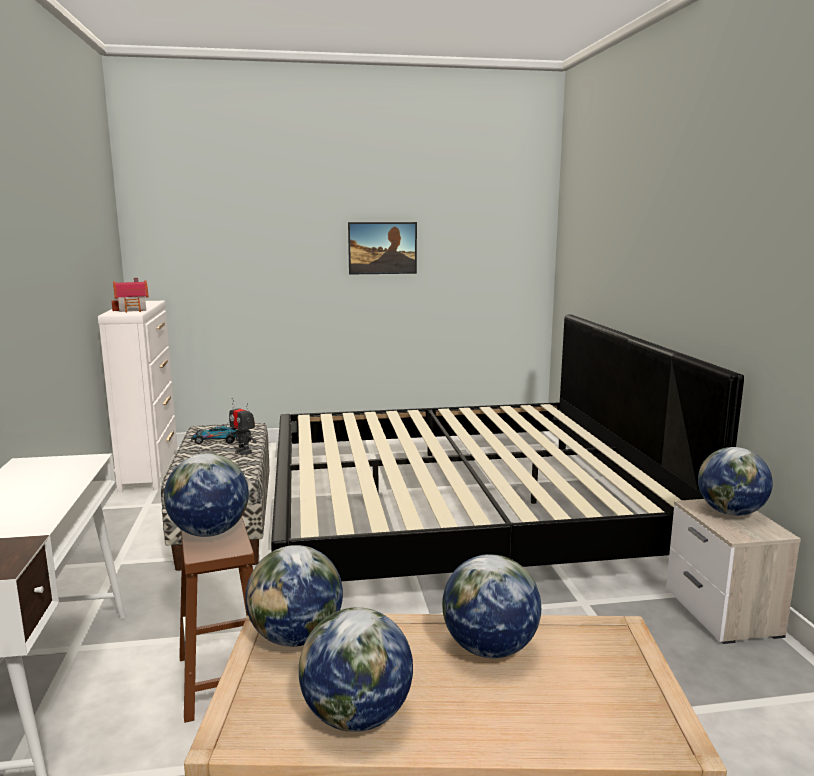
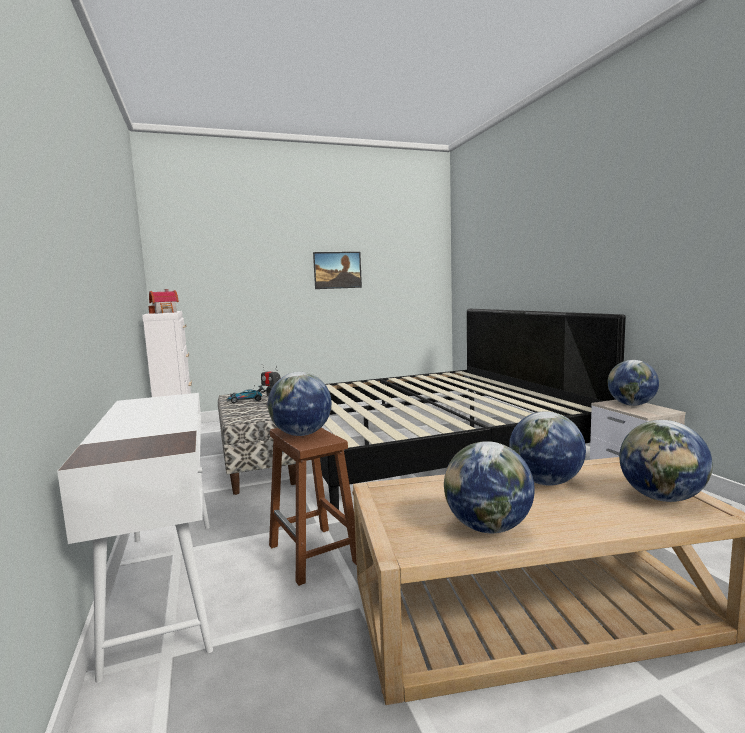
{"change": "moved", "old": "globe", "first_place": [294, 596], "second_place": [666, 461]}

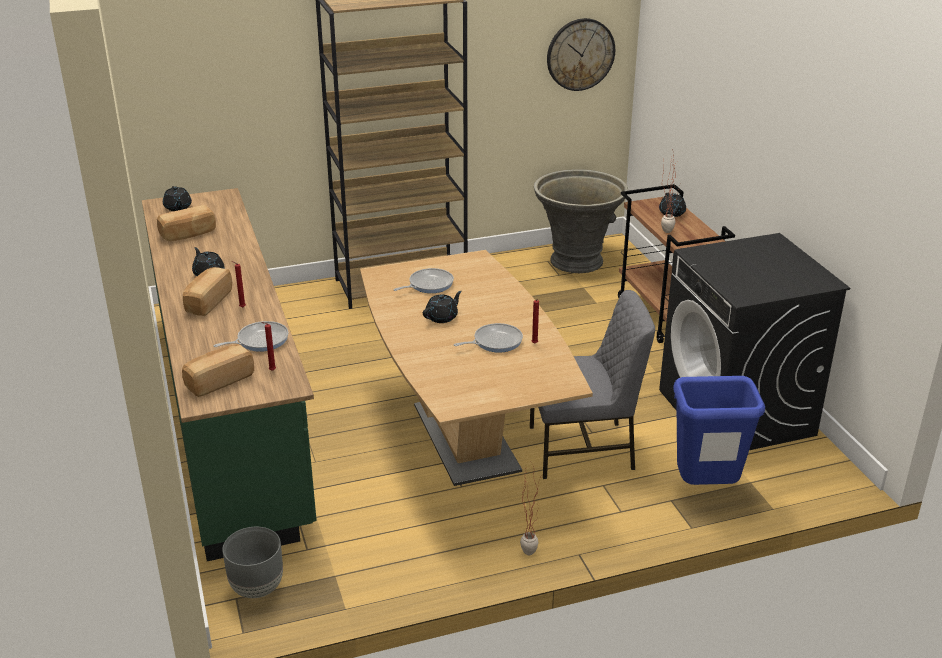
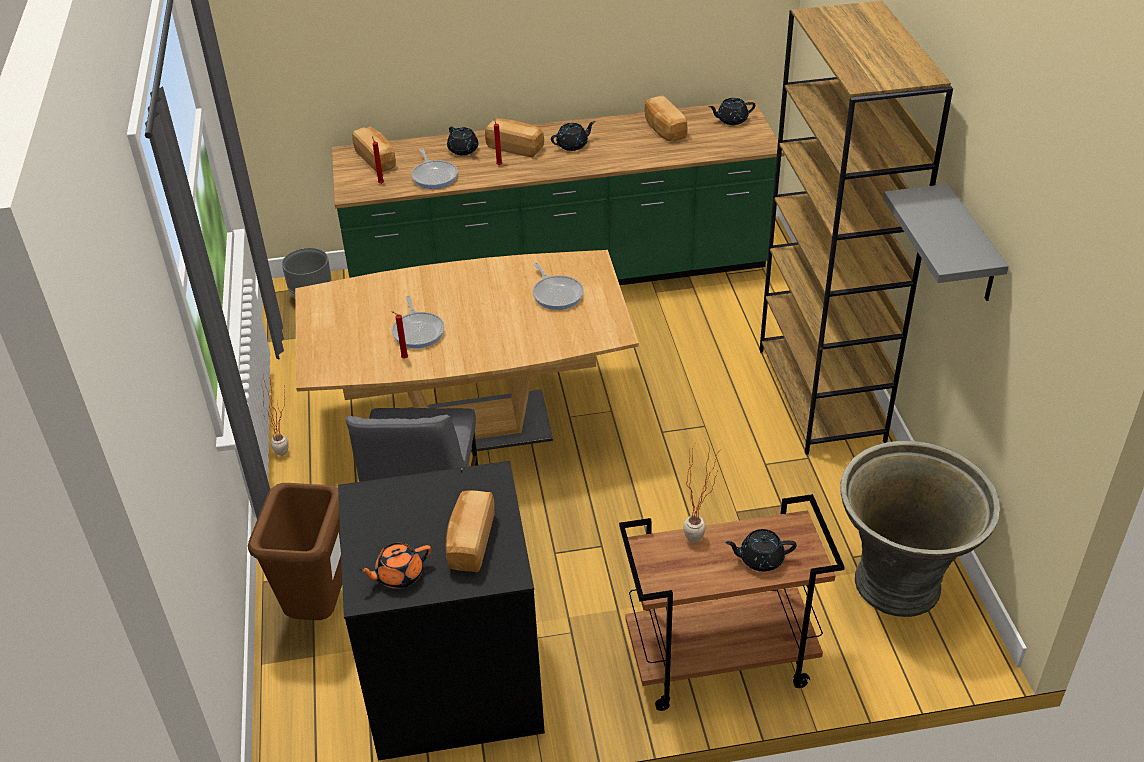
{"change": "removed", "old": "wall clock", "first_place": [581, 54]}
{"change": "added", "new": "orange teapot", "second_place": [394, 566]}
{"change": "added", "new": "bread", "second_place": [470, 531]}
{"change": "added", "new": "grey shelf", "second_place": [946, 242]}
{"change": "moved", "old": "black teapot", "first_place": [442, 307], "second_place": [462, 141]}
{"change": "recoloured", "old": "blue trash can", "new": "brown trash can", "first_place": [719, 430], "second_place": [295, 551]}

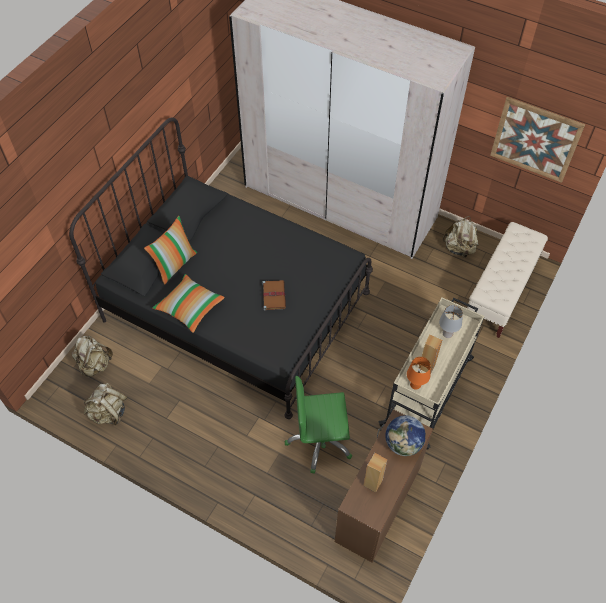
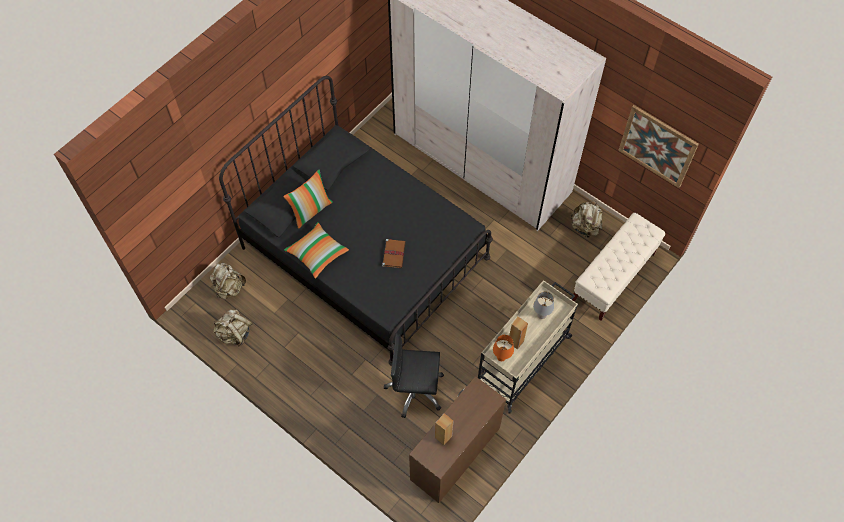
{"change": "removed", "old": "globe", "first_place": [405, 435]}
{"change": "recoloured", "old": "green office chair", "new": "black office chair", "first_place": [318, 425], "second_place": [414, 375]}

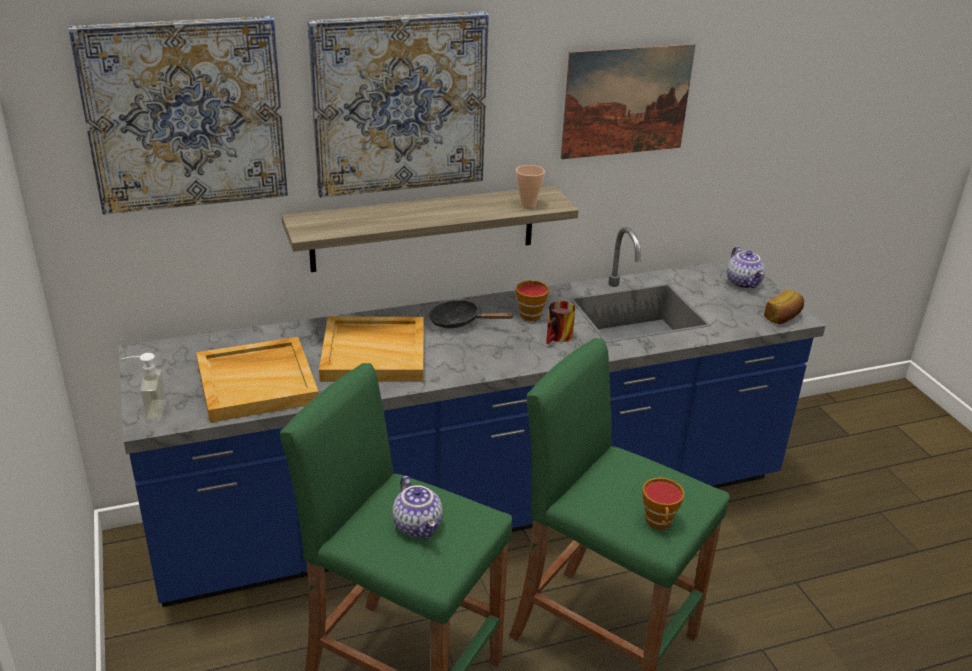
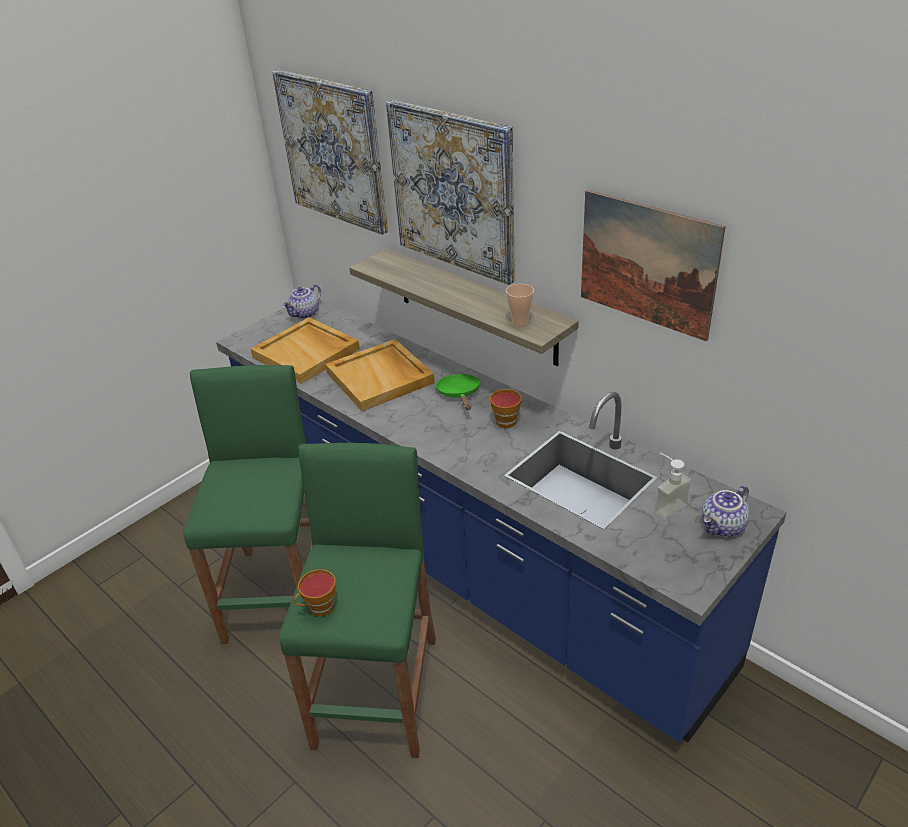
{"change": "removed", "old": "mug", "first_place": [560, 322]}
{"change": "removed", "old": "bread", "first_place": [784, 307]}
{"change": "moved", "old": "soap dispenser", "first_place": [144, 387], "second_place": [673, 486]}
{"change": "moved", "old": "teapot", "first_place": [417, 507], "second_place": [301, 301]}
{"change": "recoloured", "old": "black frying pan", "new": "green frying pan", "first_place": [471, 314], "second_place": [457, 392]}

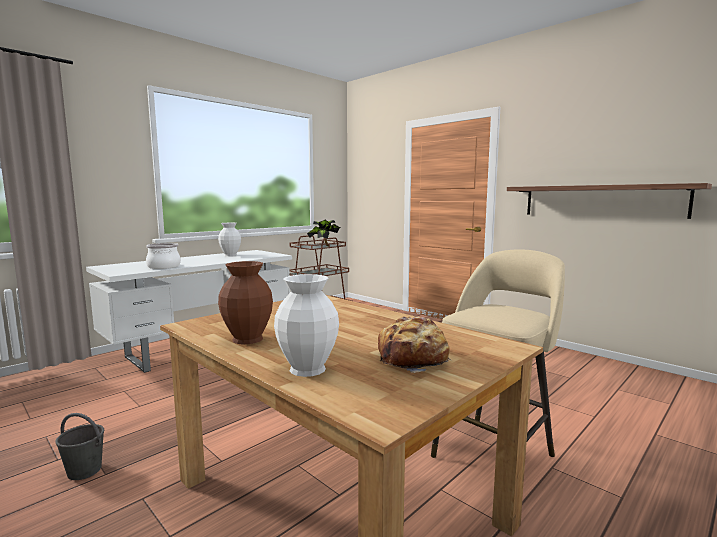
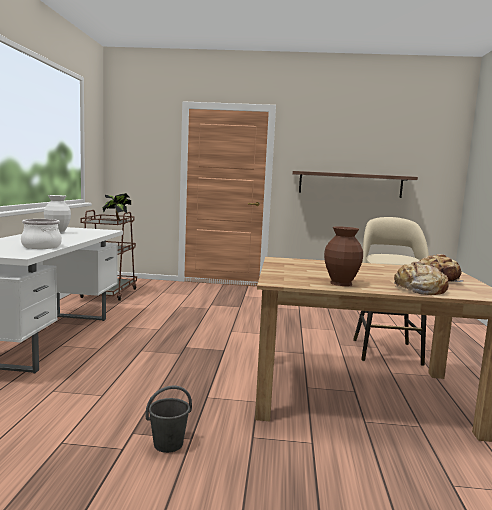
{"change": "replaced", "old": "white vase", "new": "bread", "first_place": [306, 325], "second_place": [421, 278]}

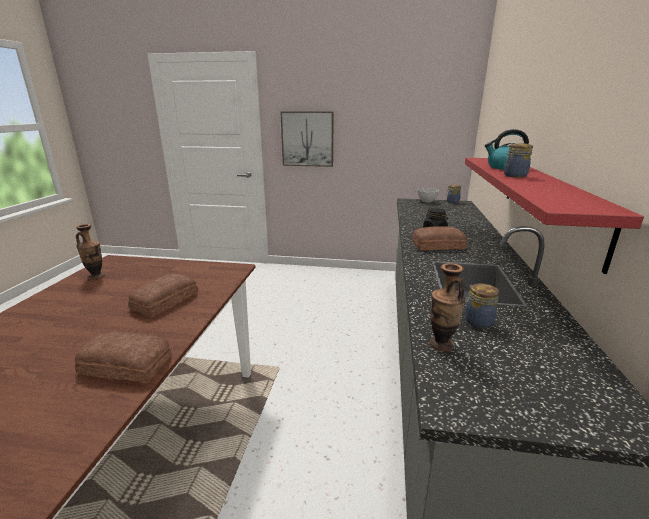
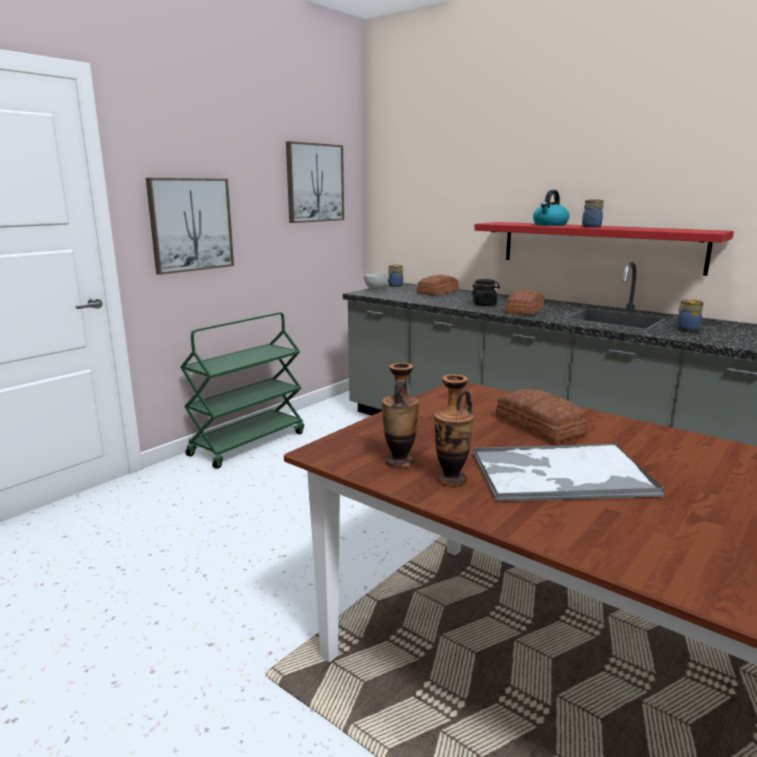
{"change": "added", "new": "green cart", "second_place": [242, 390]}
{"change": "added", "new": "picture", "second_place": [315, 182]}
{"change": "added", "new": "tray", "second_place": [568, 473]}
{"change": "moved", "old": "bread", "first_place": [123, 357], "second_place": [438, 285]}
{"change": "moved", "old": "vase", "first_place": [447, 307], "second_place": [454, 430]}

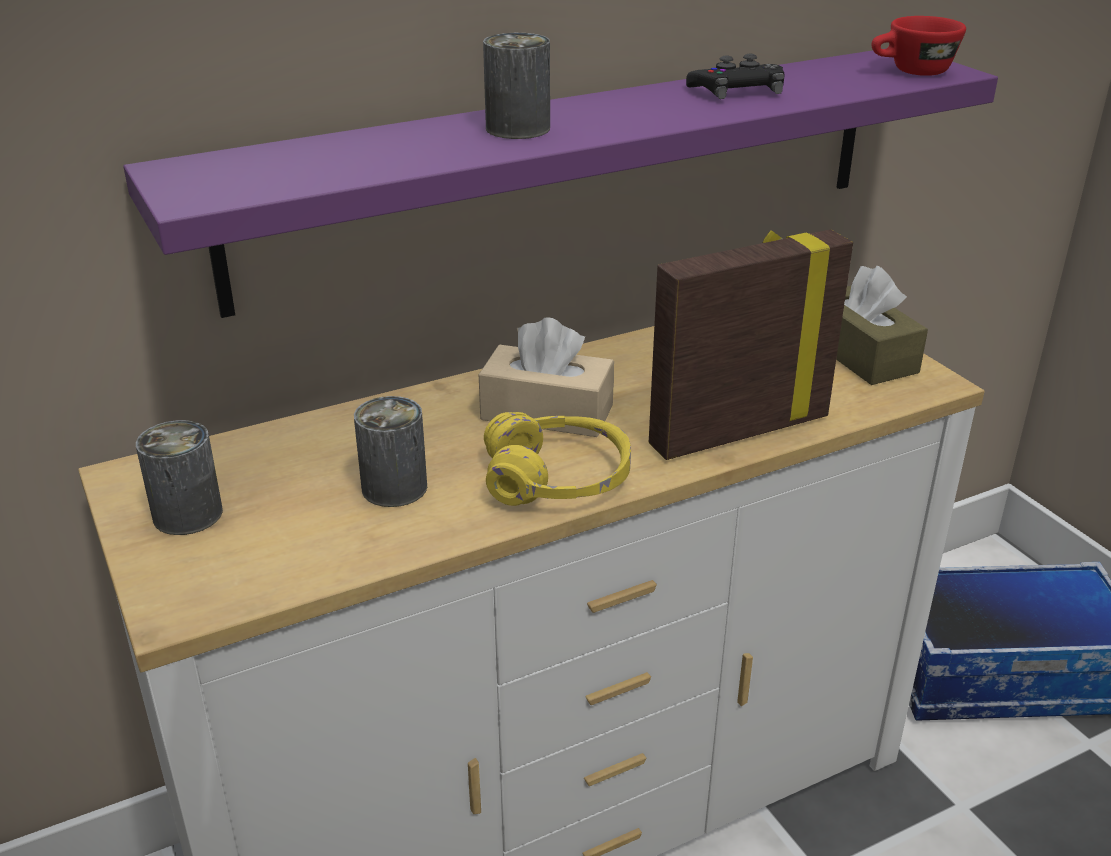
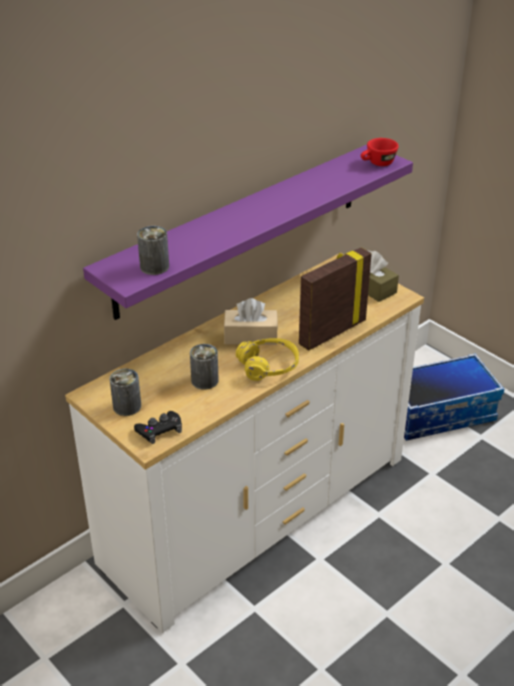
{"change": "moved", "old": "can", "first_place": [516, 86], "second_place": [153, 250]}
{"change": "moved", "old": "black game controller", "first_place": [735, 76], "second_place": [158, 427]}

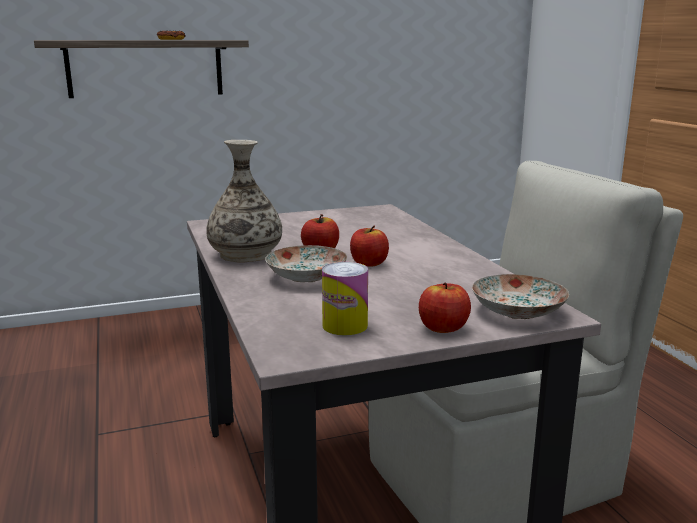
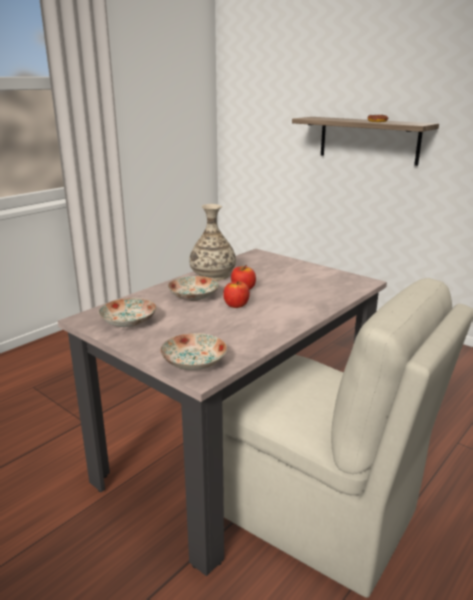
{"change": "removed", "old": "apple", "first_place": [445, 308]}
{"change": "replaced", "old": "can", "new": "plate", "first_place": [345, 298], "second_place": [128, 312]}

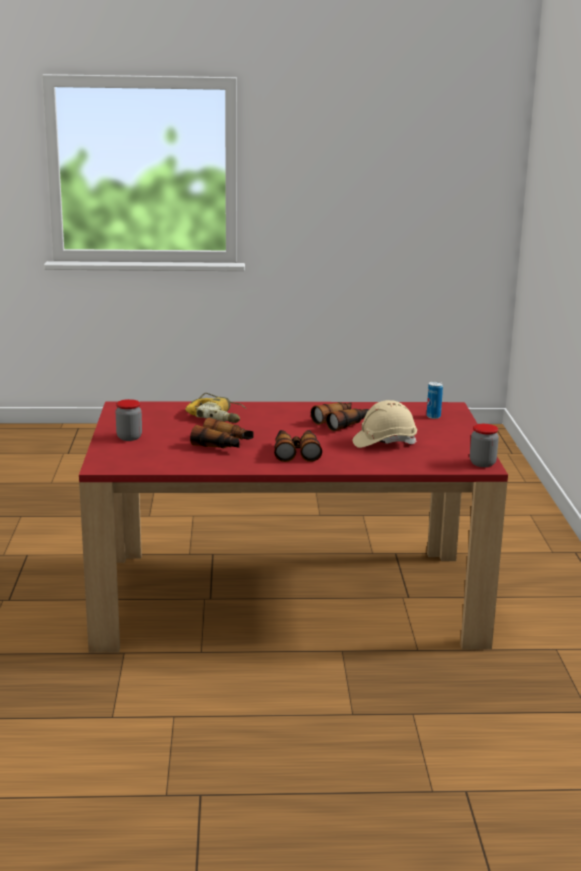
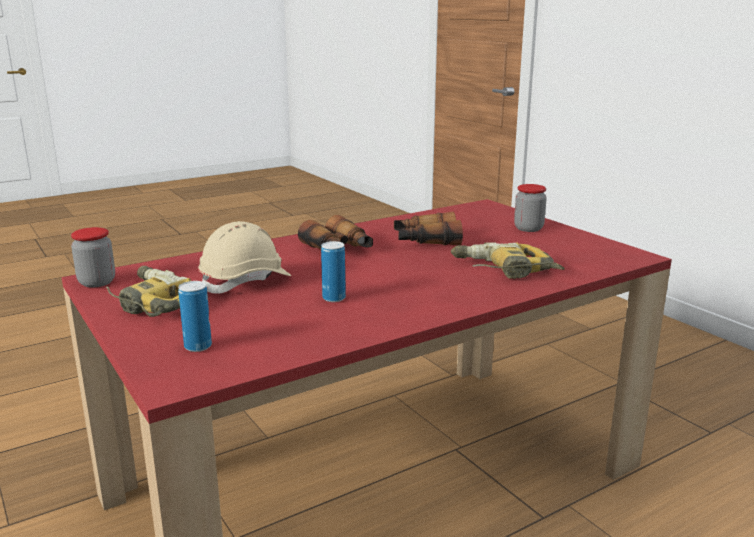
{"change": "added", "new": "power drill", "second_place": [148, 291]}
{"change": "replaced", "old": "binoculars", "new": "can", "first_place": [340, 417], "second_place": [333, 271]}

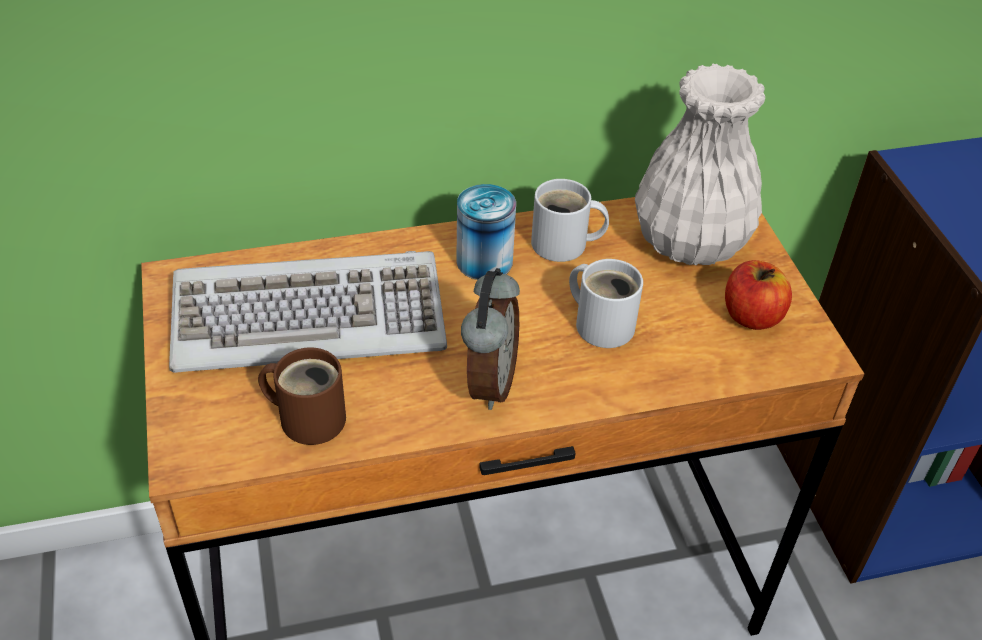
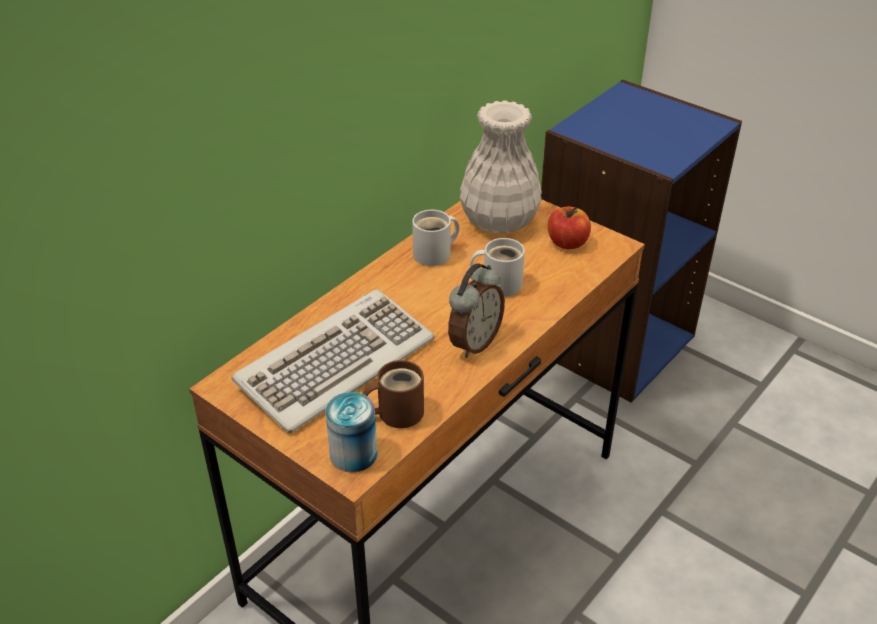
{"change": "moved", "old": "can", "first_place": [486, 232], "second_place": [351, 432]}
{"change": "turned", "old": "alarm clock", "first_place": [490, 339], "second_place": [476, 310], "degrees": 60}

